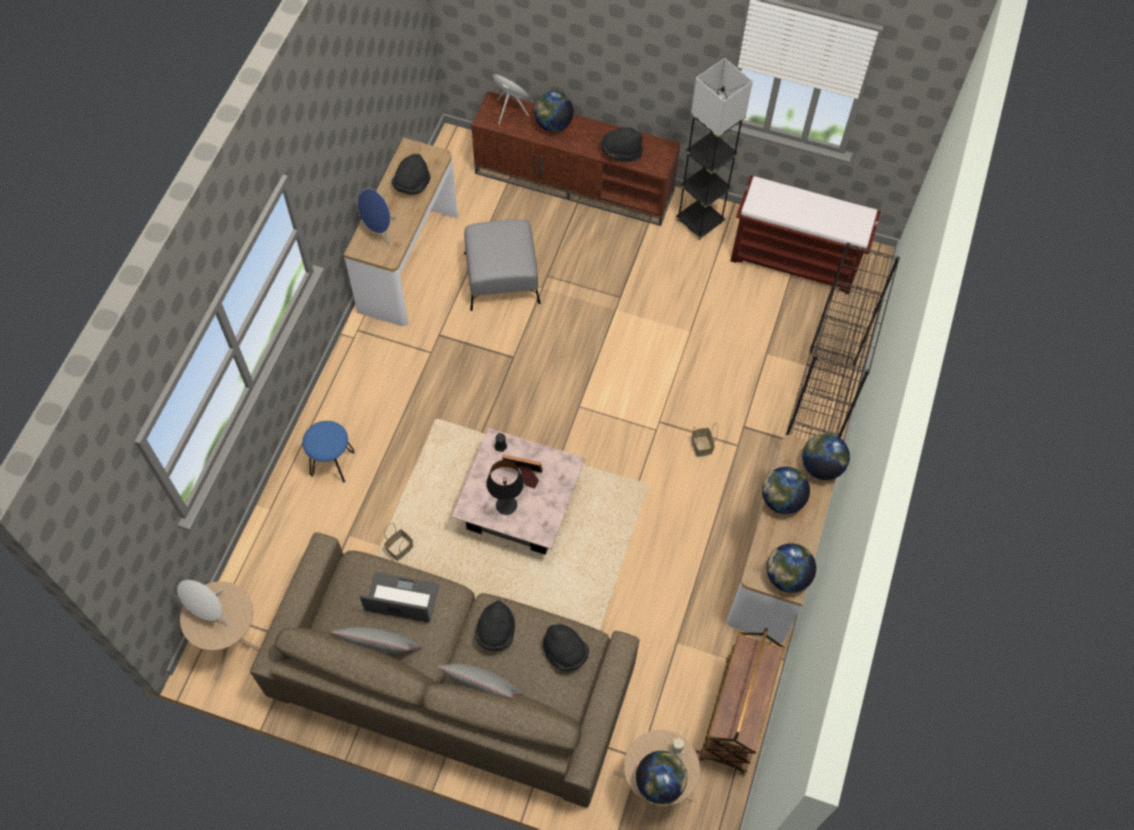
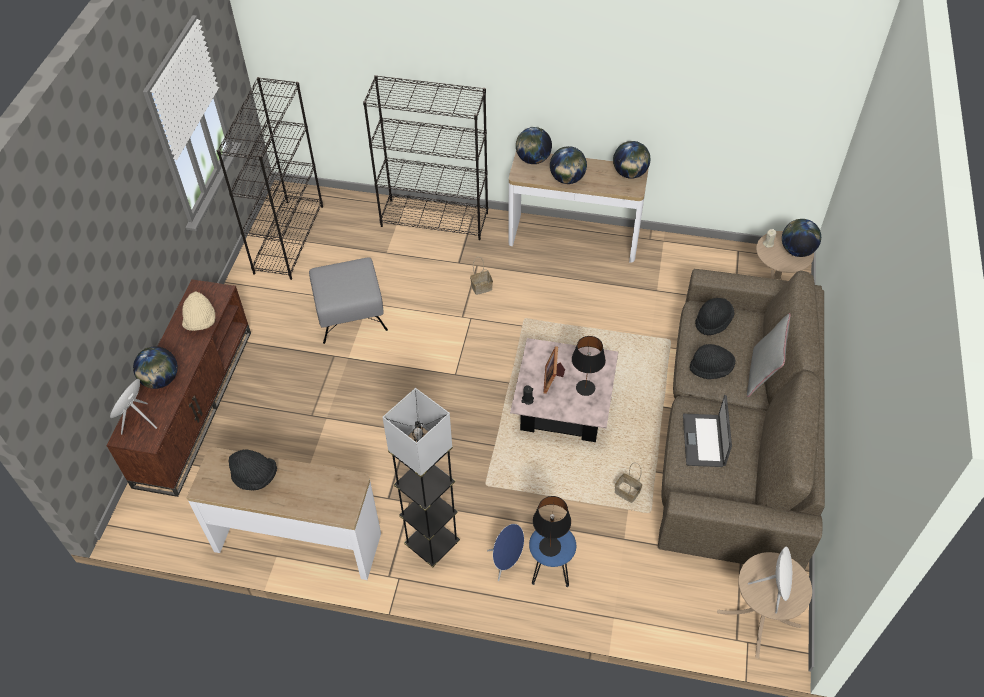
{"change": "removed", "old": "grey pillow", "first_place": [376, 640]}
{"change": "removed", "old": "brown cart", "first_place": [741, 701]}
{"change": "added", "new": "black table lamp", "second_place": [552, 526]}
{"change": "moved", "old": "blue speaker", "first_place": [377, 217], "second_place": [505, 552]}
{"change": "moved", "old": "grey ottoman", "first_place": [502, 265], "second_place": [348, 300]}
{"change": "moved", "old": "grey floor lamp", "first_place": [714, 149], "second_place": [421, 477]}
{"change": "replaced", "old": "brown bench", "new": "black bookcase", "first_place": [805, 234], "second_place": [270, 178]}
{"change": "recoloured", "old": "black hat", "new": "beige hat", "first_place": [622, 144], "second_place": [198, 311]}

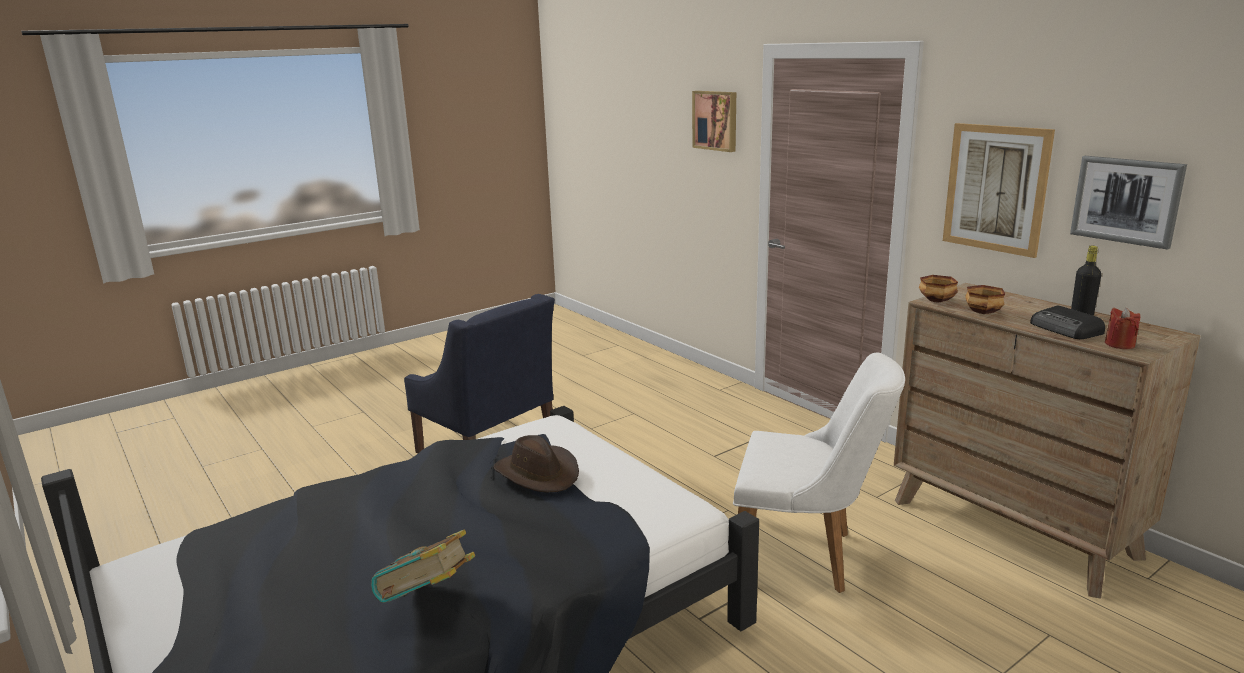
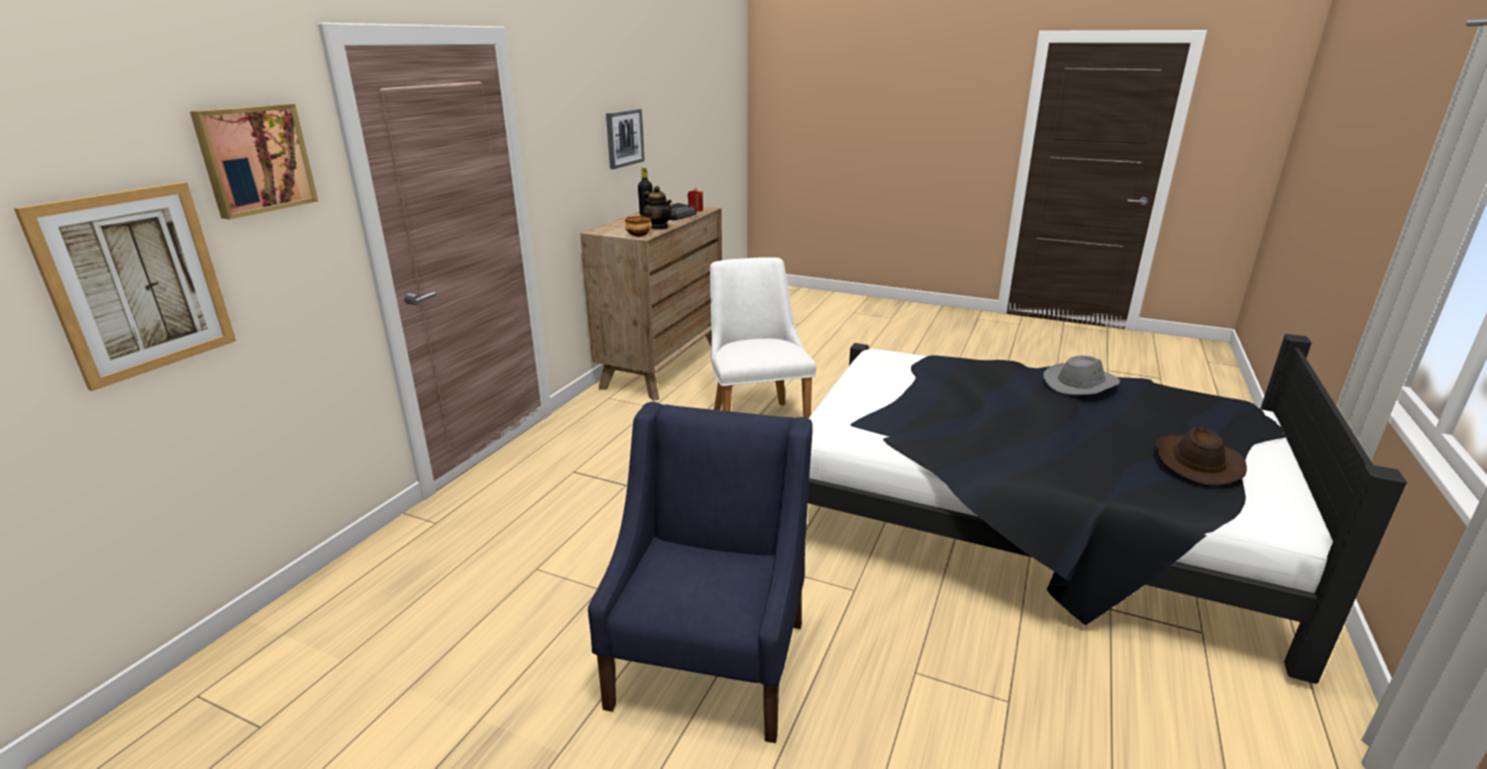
{"change": "moved", "old": "brown hat", "first_place": [536, 464], "second_place": [1201, 456]}
{"change": "moved", "old": "picture", "first_place": [999, 190], "second_place": [125, 286]}
{"change": "replaced", "old": "book", "new": "grey hat", "first_place": [423, 566], "second_place": [1081, 375]}
{"change": "replaced", "old": "bowl", "new": "teapot", "first_place": [985, 299], "second_place": [657, 207]}

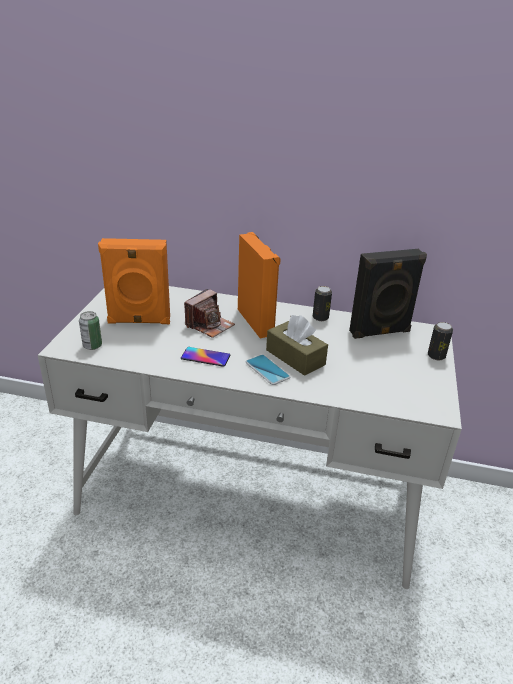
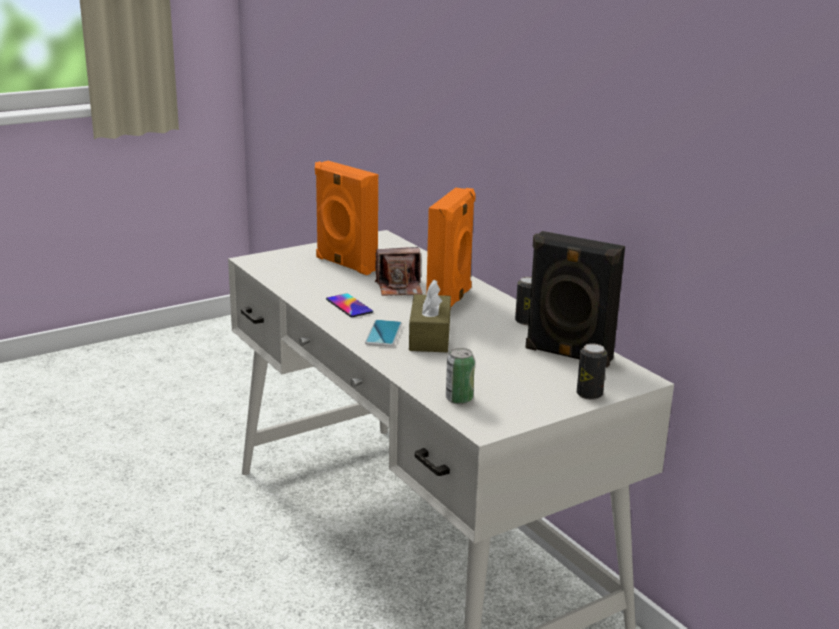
{"change": "moved", "old": "can", "first_place": [90, 330], "second_place": [460, 376]}

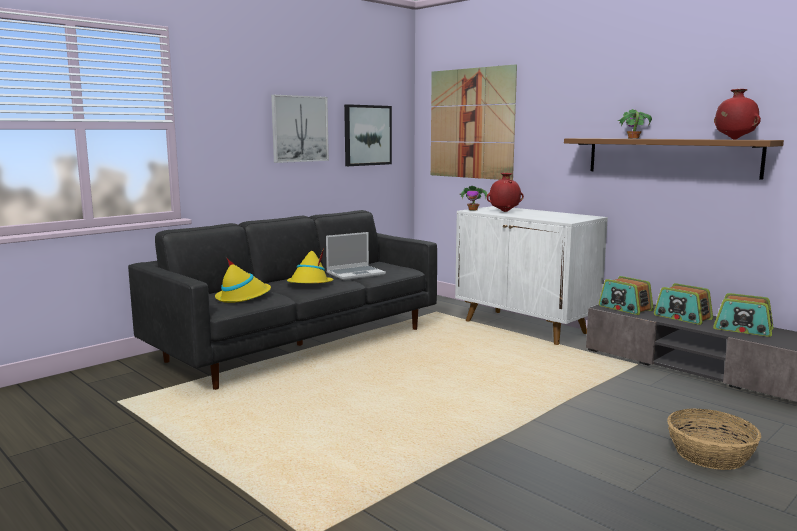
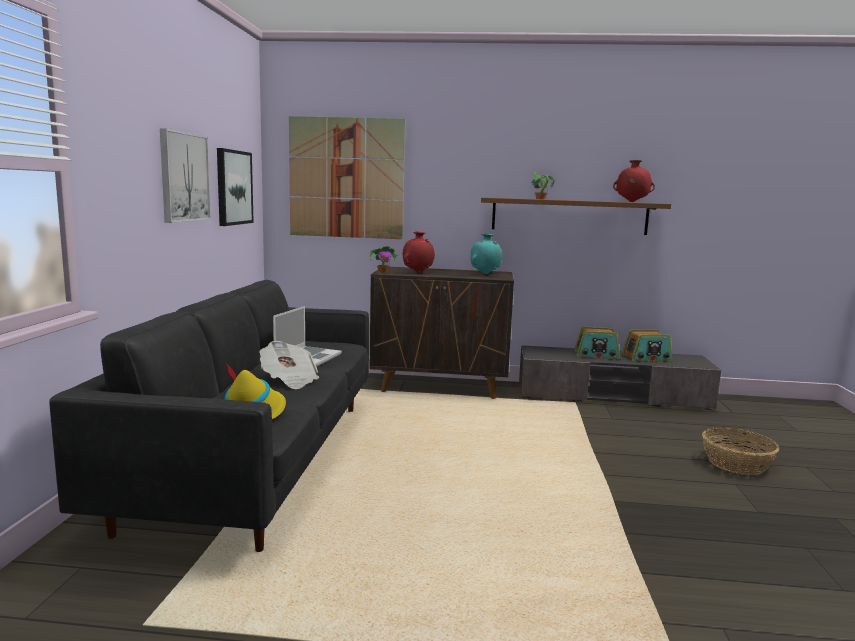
{"change": "removed", "old": "radio", "first_place": [626, 295]}
{"change": "added", "new": "turquoise vase", "second_place": [486, 253]}
{"change": "replaced", "old": "yellow hat", "new": "newspaper", "first_place": [310, 265], "second_place": [289, 365]}
{"change": "recoloured", "old": "white cabinet", "new": "brown cabinet", "first_place": [531, 275], "second_place": [442, 333]}

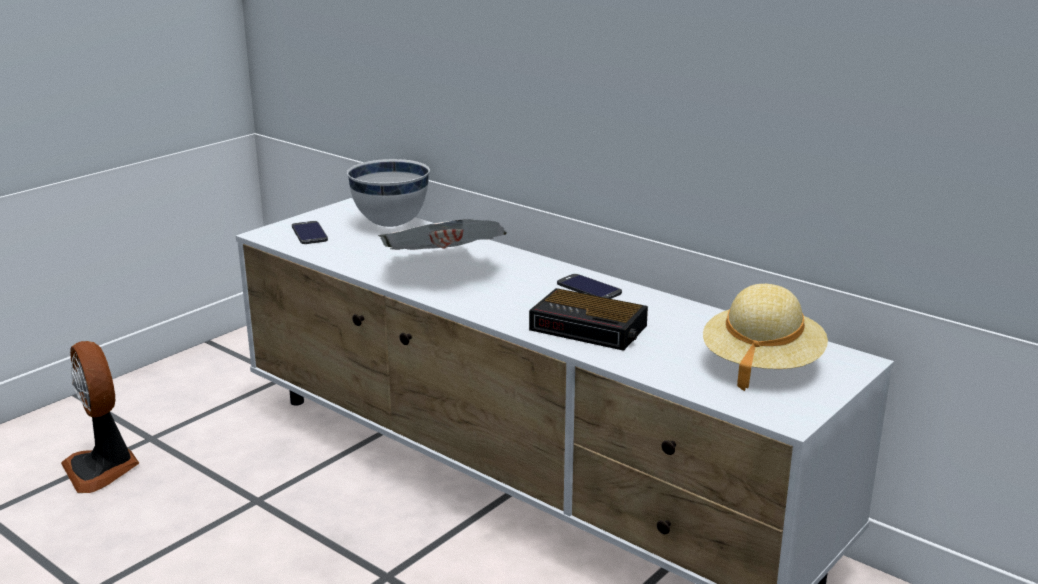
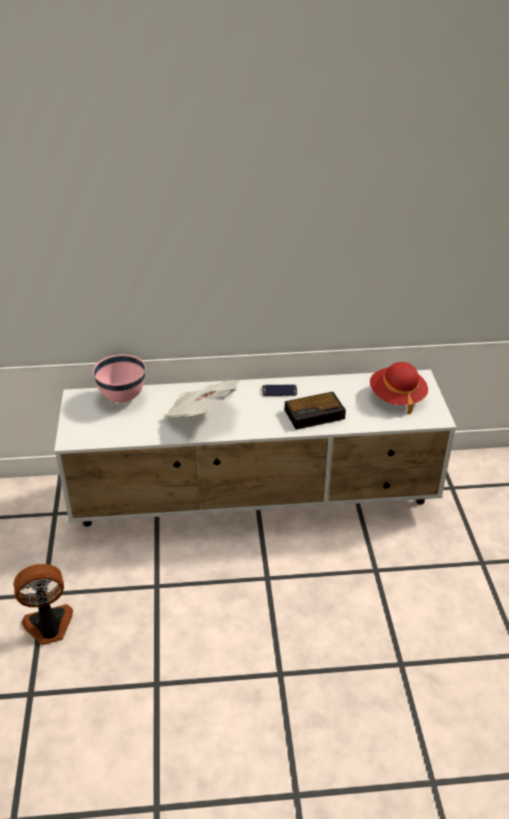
{"change": "removed", "old": "phone", "first_place": [310, 232]}
{"change": "recoloured", "old": "white bowl", "new": "pink bowl", "first_place": [388, 193], "second_place": [119, 378]}
{"change": "recoloured", "old": "beige hat", "new": "red hat", "first_place": [765, 337], "second_place": [399, 388]}
{"change": "turned", "old": "fan", "first_place": [100, 417], "second_place": [43, 604], "degrees": 150}

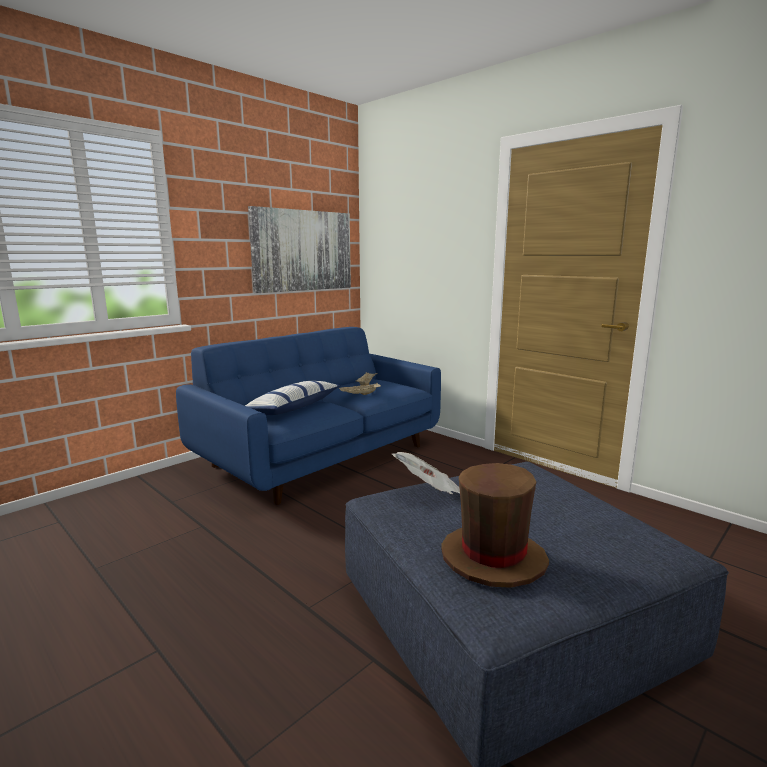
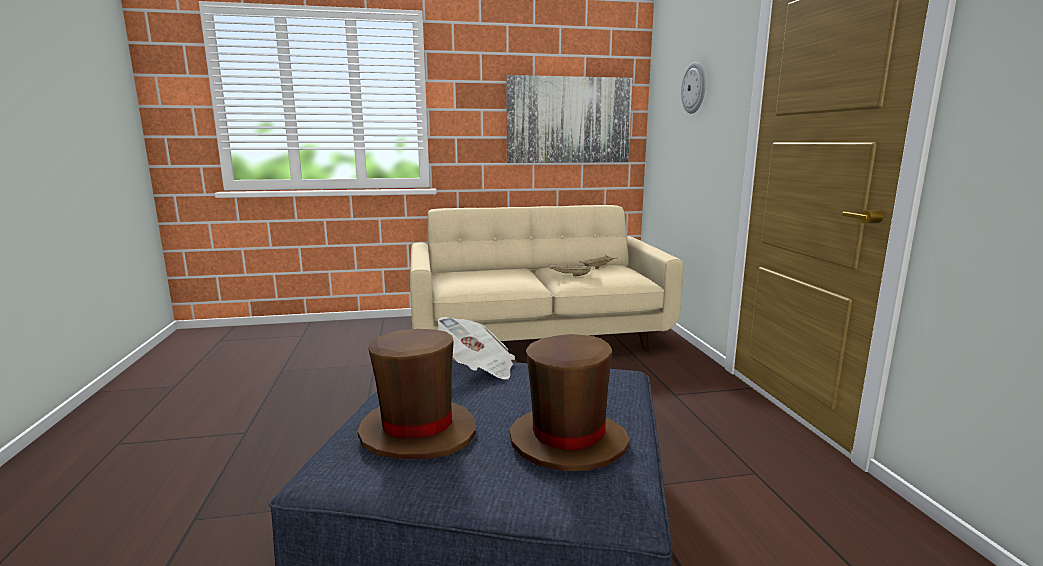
{"change": "removed", "old": "pillow", "first_place": [293, 398]}
{"change": "added", "new": "brown hat", "second_place": [570, 402]}
{"change": "added", "new": "wall clock", "second_place": [693, 88]}
{"change": "recoloured", "old": "blue sofa", "new": "beige sofa", "first_place": [308, 416], "second_place": [546, 277]}

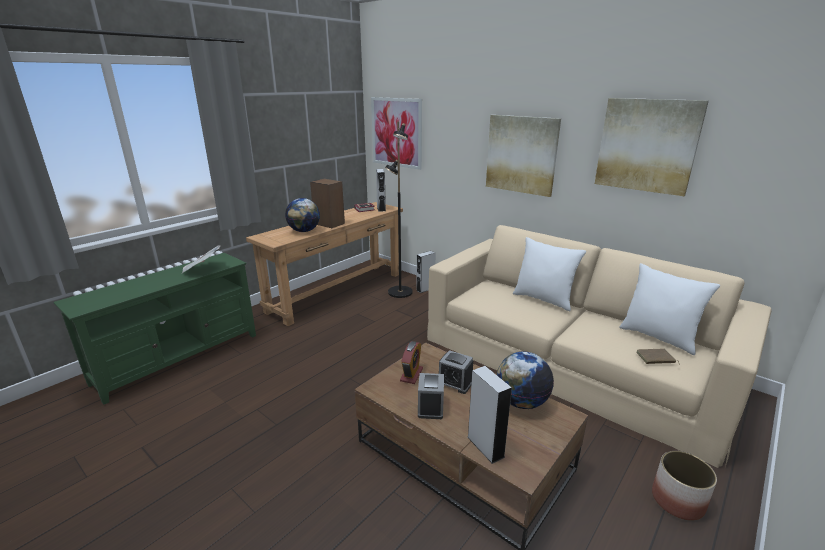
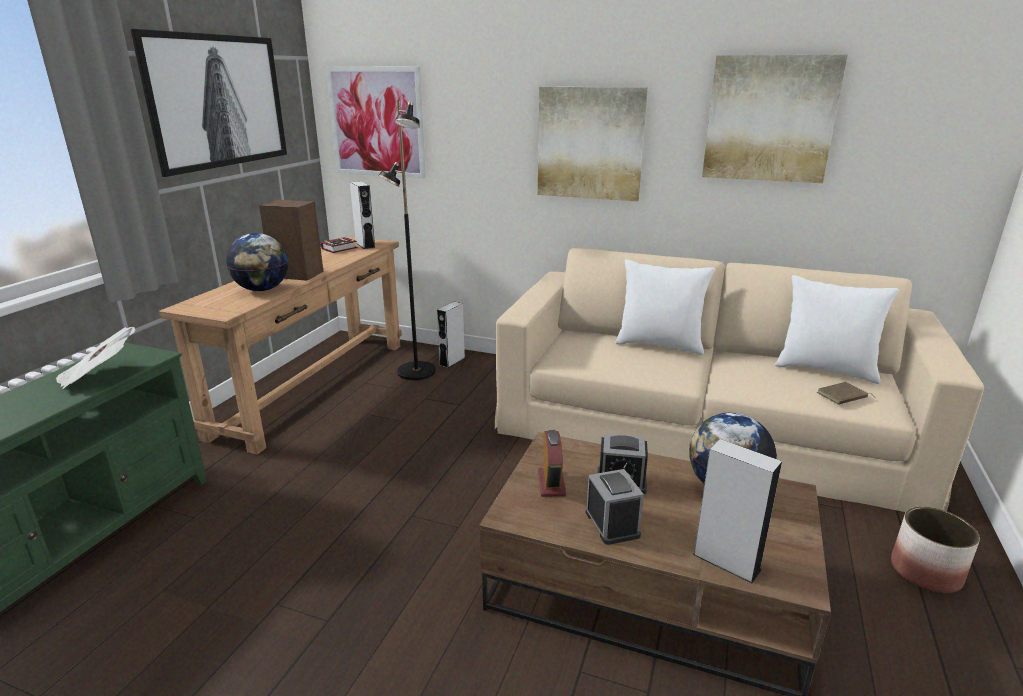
{"change": "added", "new": "picture", "second_place": [208, 103]}

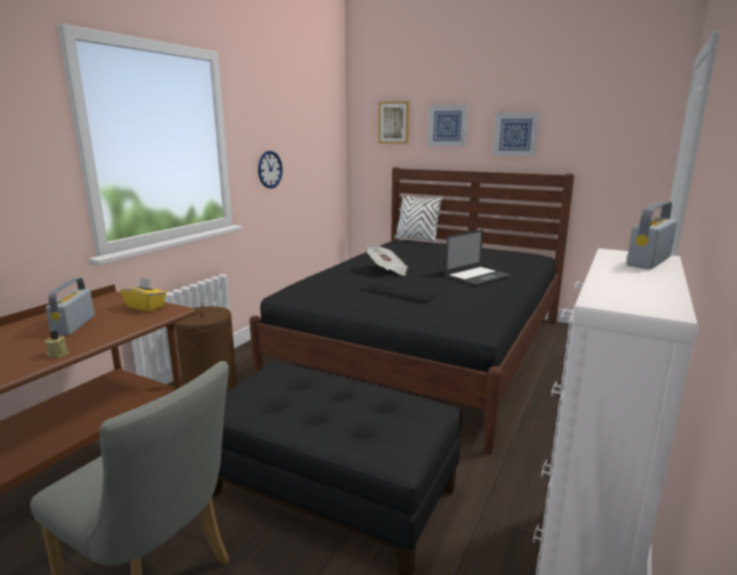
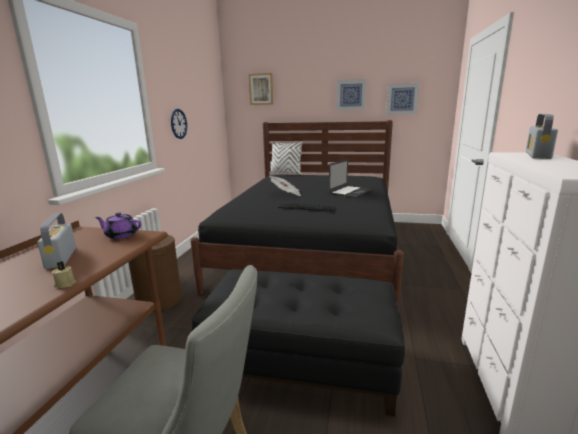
{"change": "moved", "old": "picture", "first_place": [448, 125], "second_place": [402, 99]}
{"change": "replaced", "old": "yellow tissue box", "new": "purple teapot", "first_place": [143, 294], "second_place": [118, 225]}

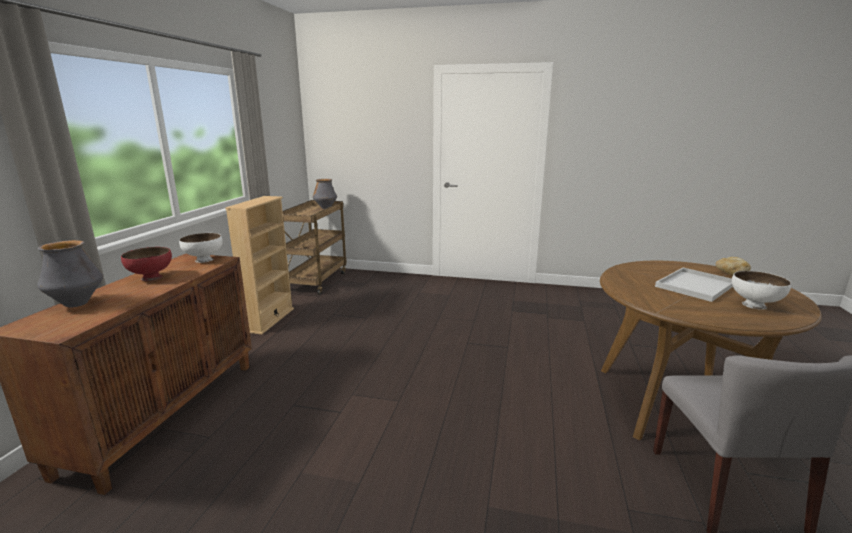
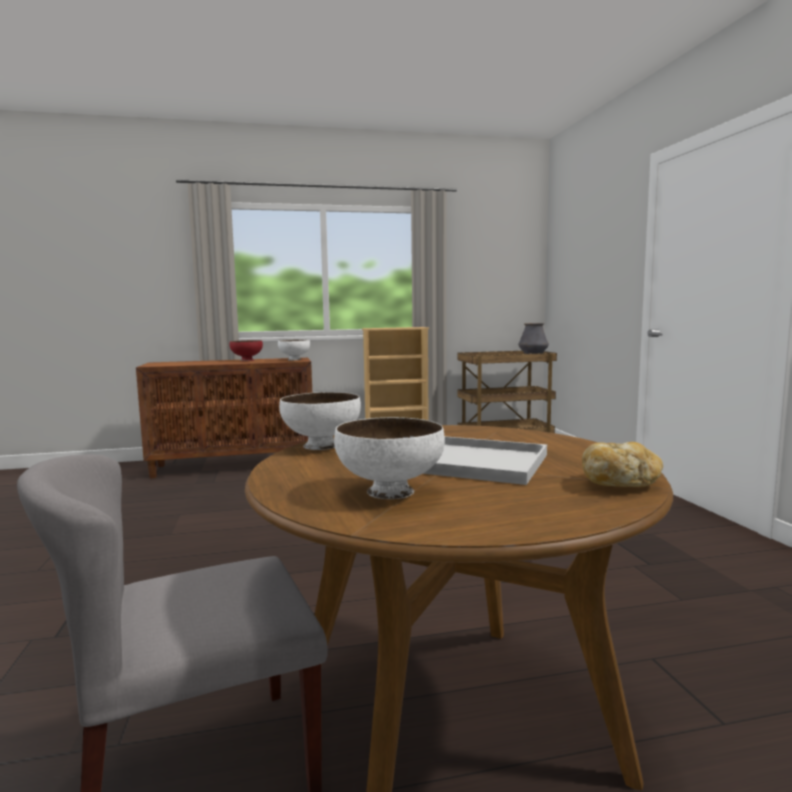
{"change": "removed", "old": "vase", "first_place": [70, 273]}
{"change": "added", "new": "white bowl", "second_place": [320, 421]}

